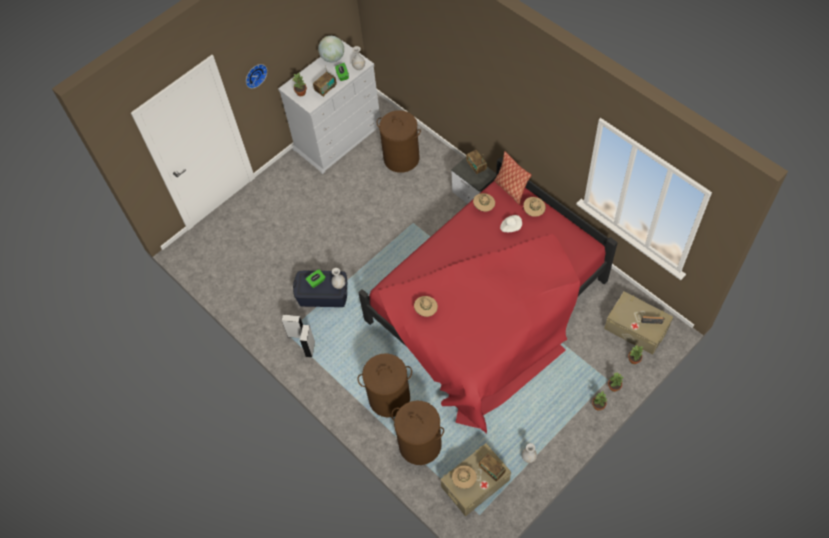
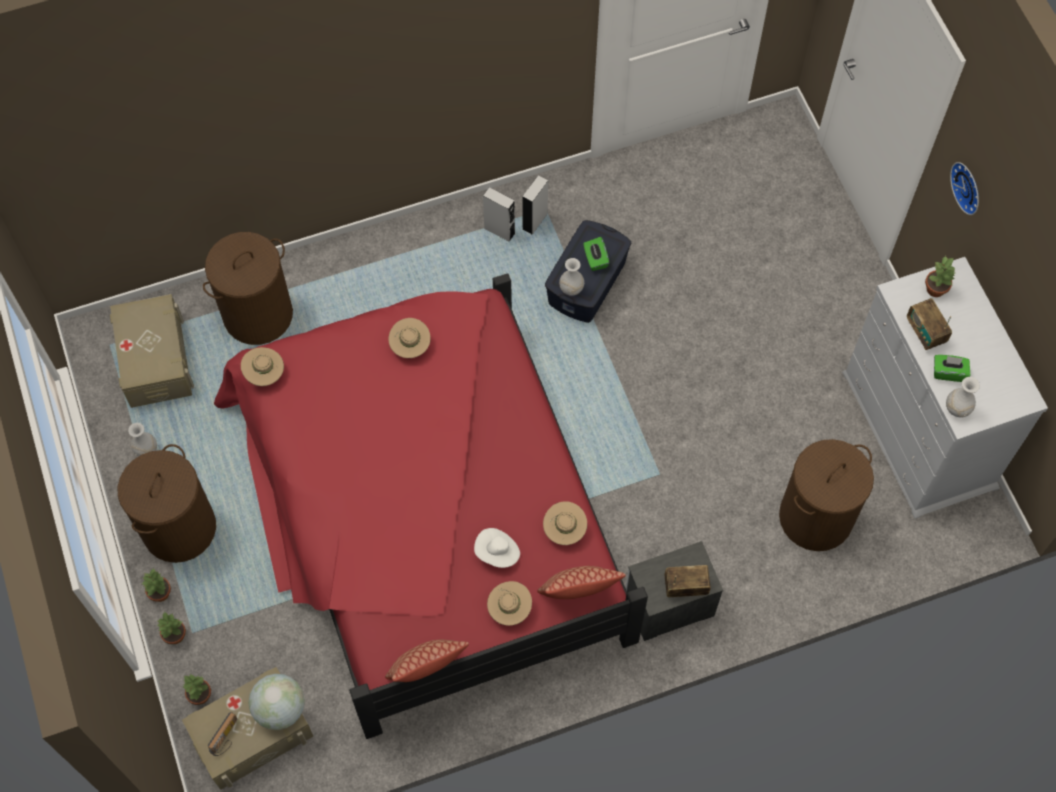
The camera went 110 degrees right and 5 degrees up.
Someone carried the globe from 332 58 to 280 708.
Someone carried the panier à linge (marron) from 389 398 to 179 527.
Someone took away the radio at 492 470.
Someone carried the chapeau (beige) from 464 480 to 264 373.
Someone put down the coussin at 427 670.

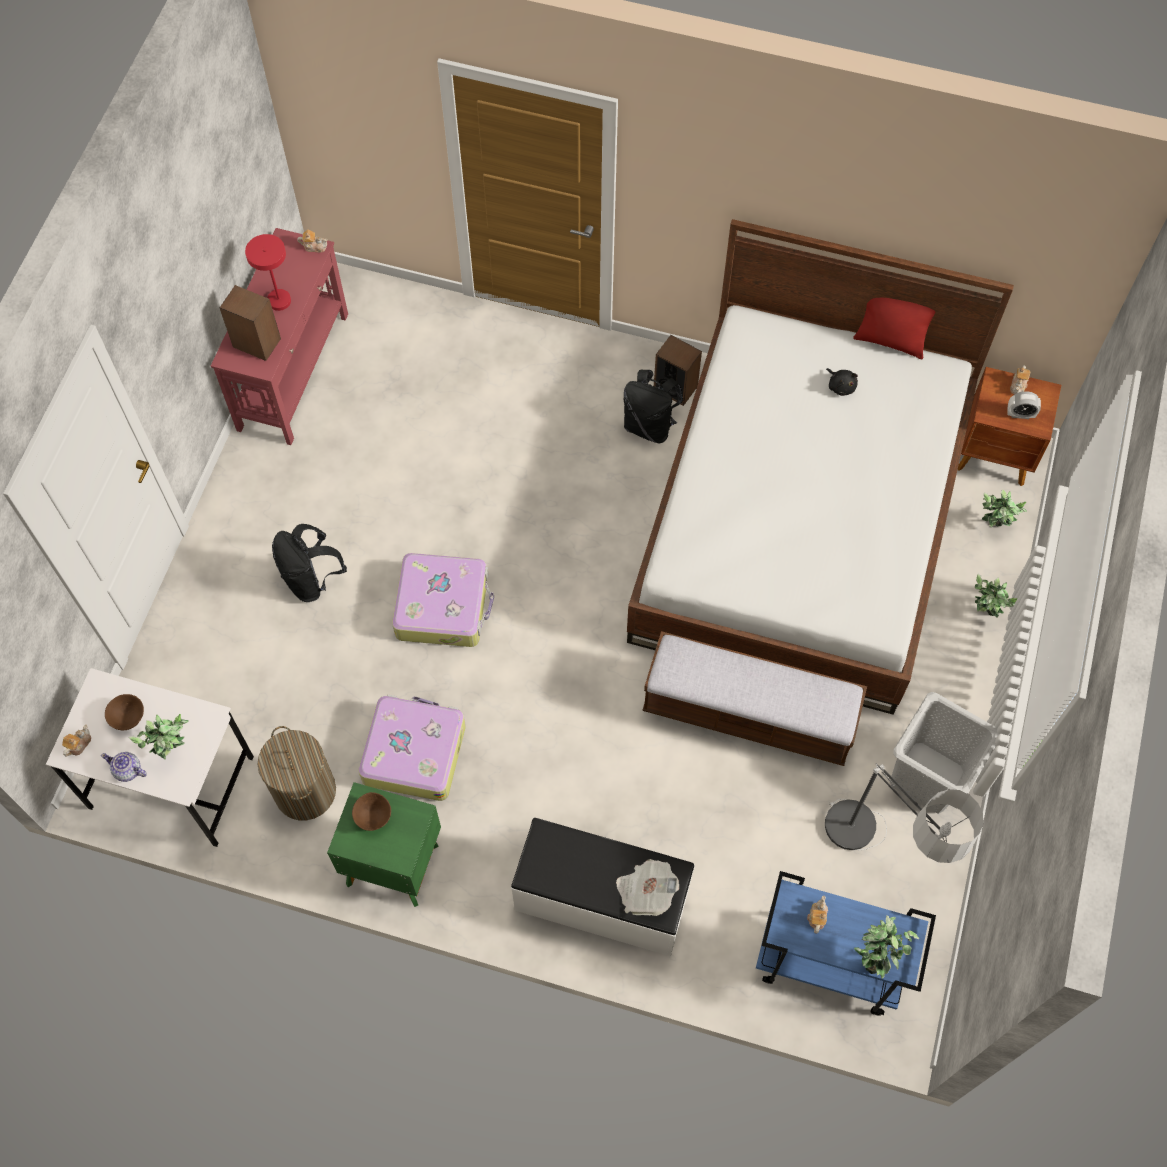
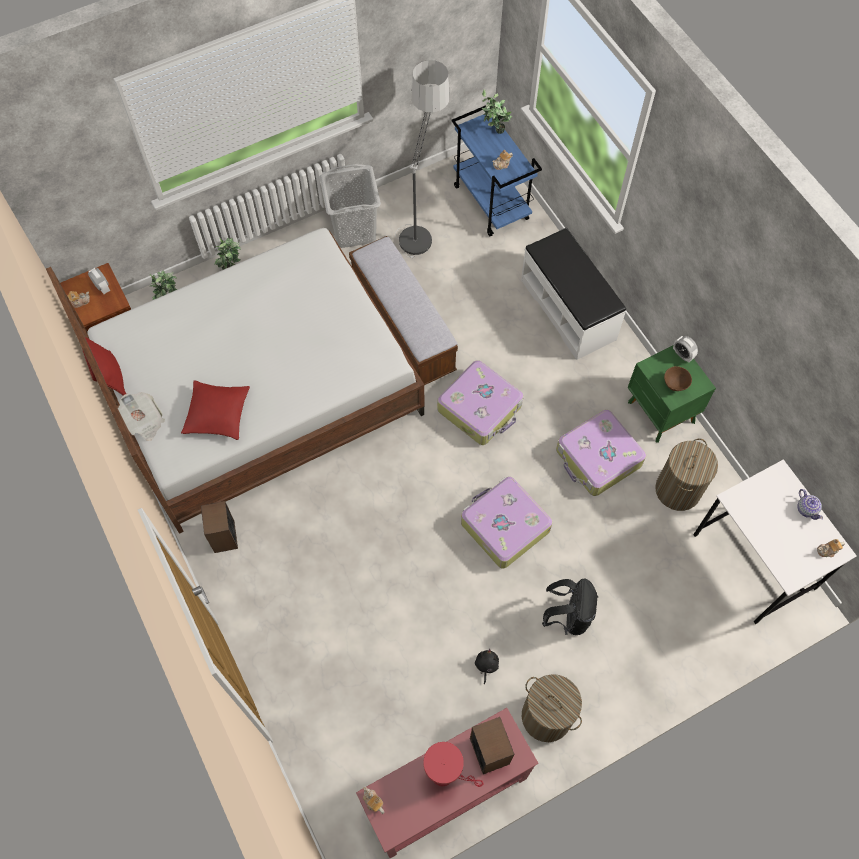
The camera went 135 degrees left and 0 degrees up.
Someone carried the peluche (noir) from 841 386 to 486 665.
Someone took away the sac à dos (noir) at 649 425.
Someone took away the bol (marron) at 129 718.
Someone took away the plante en pot at 173 751.
Someone carried the journal from 645 892 to 143 422.
Someone put down the réveil at 682 355.
Someone put down the valise at 480 408.
Someone put down the coussin (rouge) at 217 414.
Someone put down the panier à linge at 546 716.

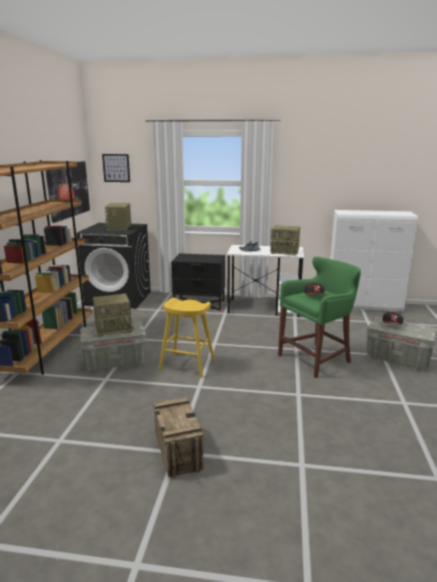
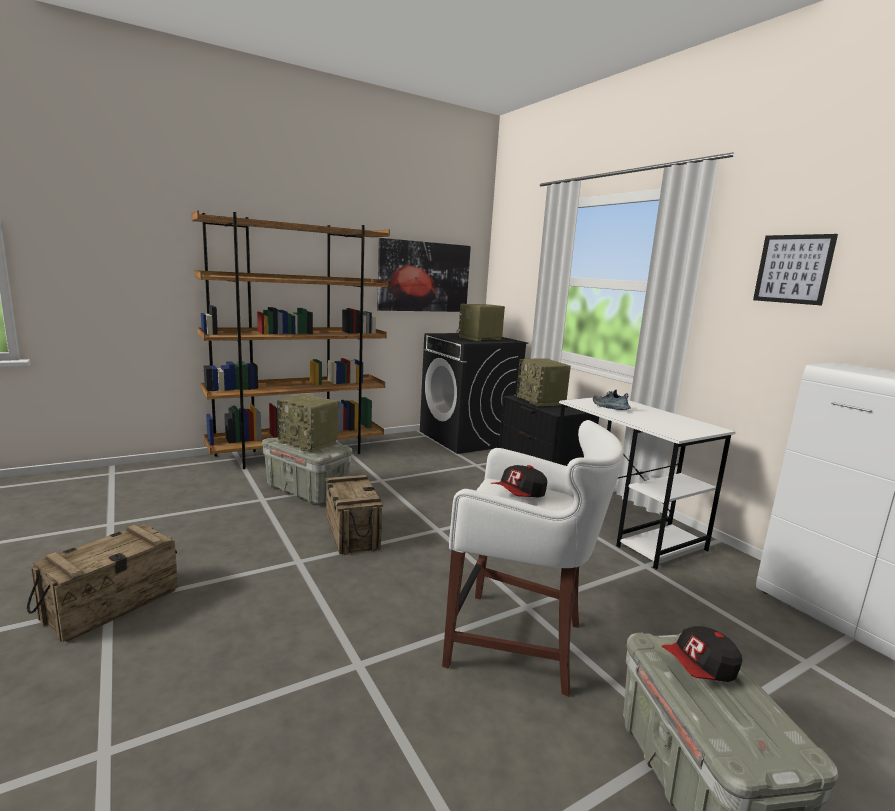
The camera went 50 degrees right and 5 degrees down.
Someone carried the tableau from 116 168 to 793 269.
Someone carried the radio from 285 252 to 541 401.
Someone repainted the tabouret (vert) at 316 359, which became the tabouret (blanc) at 520 643.
Someone swapped the tabouret (jaune) at 187 365 for the caisse at 351 532.

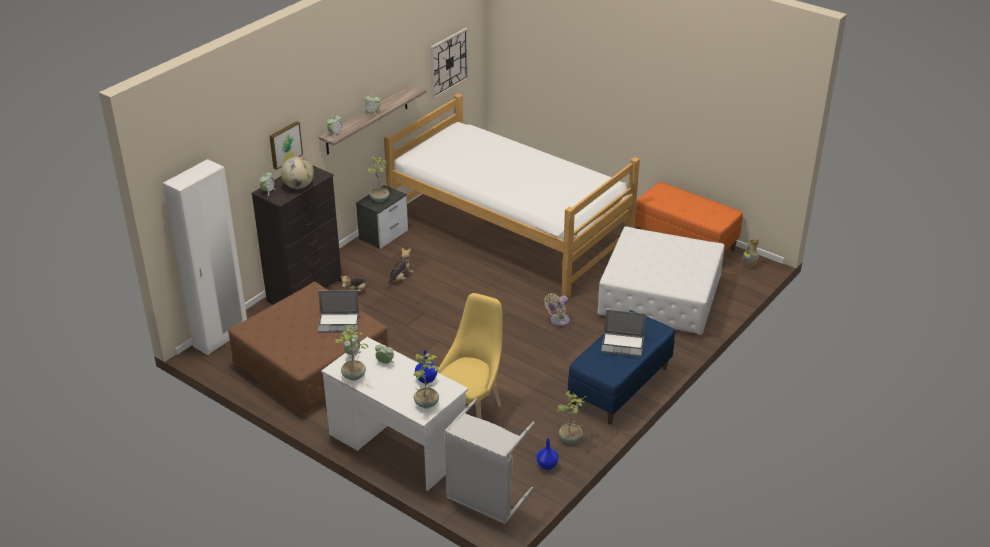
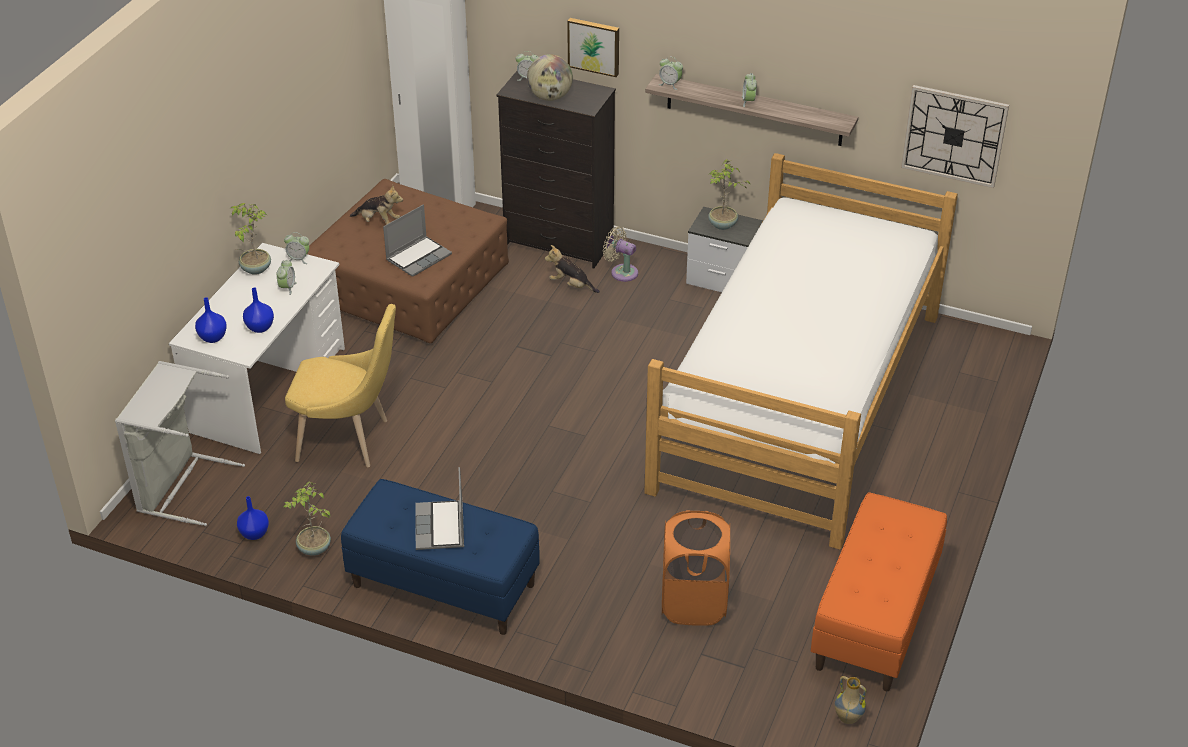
The camera went 75 degrees right and 5 degrees up.
Someone swapped the pouf (blanc) at 659 297 for the panier à linge (orange) at 693 603.
Someone carried the peluche from 400 278 to 378 222.
Someone rotated the ordinateur portable at 339 323 by 120 degrees counterclockwise.
Someone carried the ventilateur (beige) from 558 321 to 621 272.
Someone swapped the plante en pot at 427 403 for the vase (bleu) at 212 337.

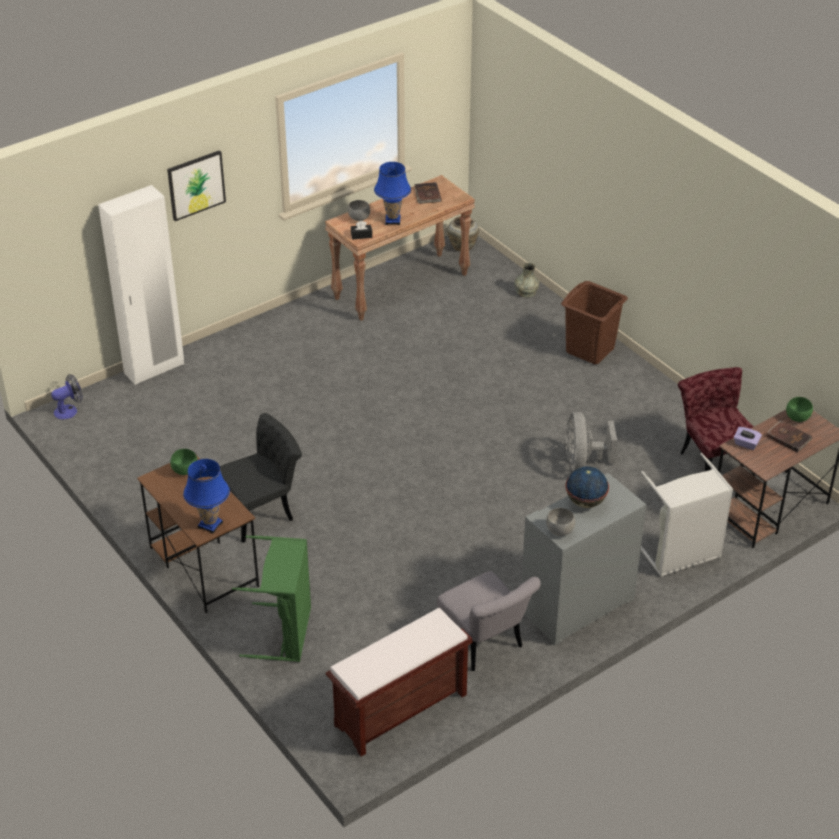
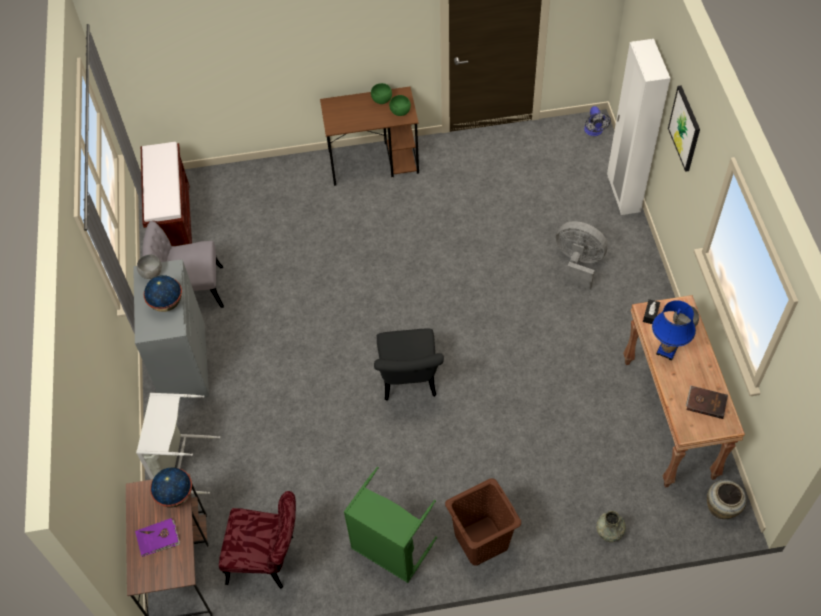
The camera went 120 degrees right and 15 degrees up.
Someone carried the bol (vert) from 798 418 to 381 100.
Someone carried the ventilateur (gris) from 583 462 to 578 264.
Someone carried the chaise (noir) from 262 511 to 409 383.
Someone repainted the livre (marron) at 789 437, which became the livre (violet) at 158 538.
Someone swapped the boîte à mouchoirs (violet) at 746 444 for the globe at 175 496.
Someone took away the lampe de table (bleu) at 210 525.
Someone carried the panier à linge (vert) from 285 633 to 389 550.

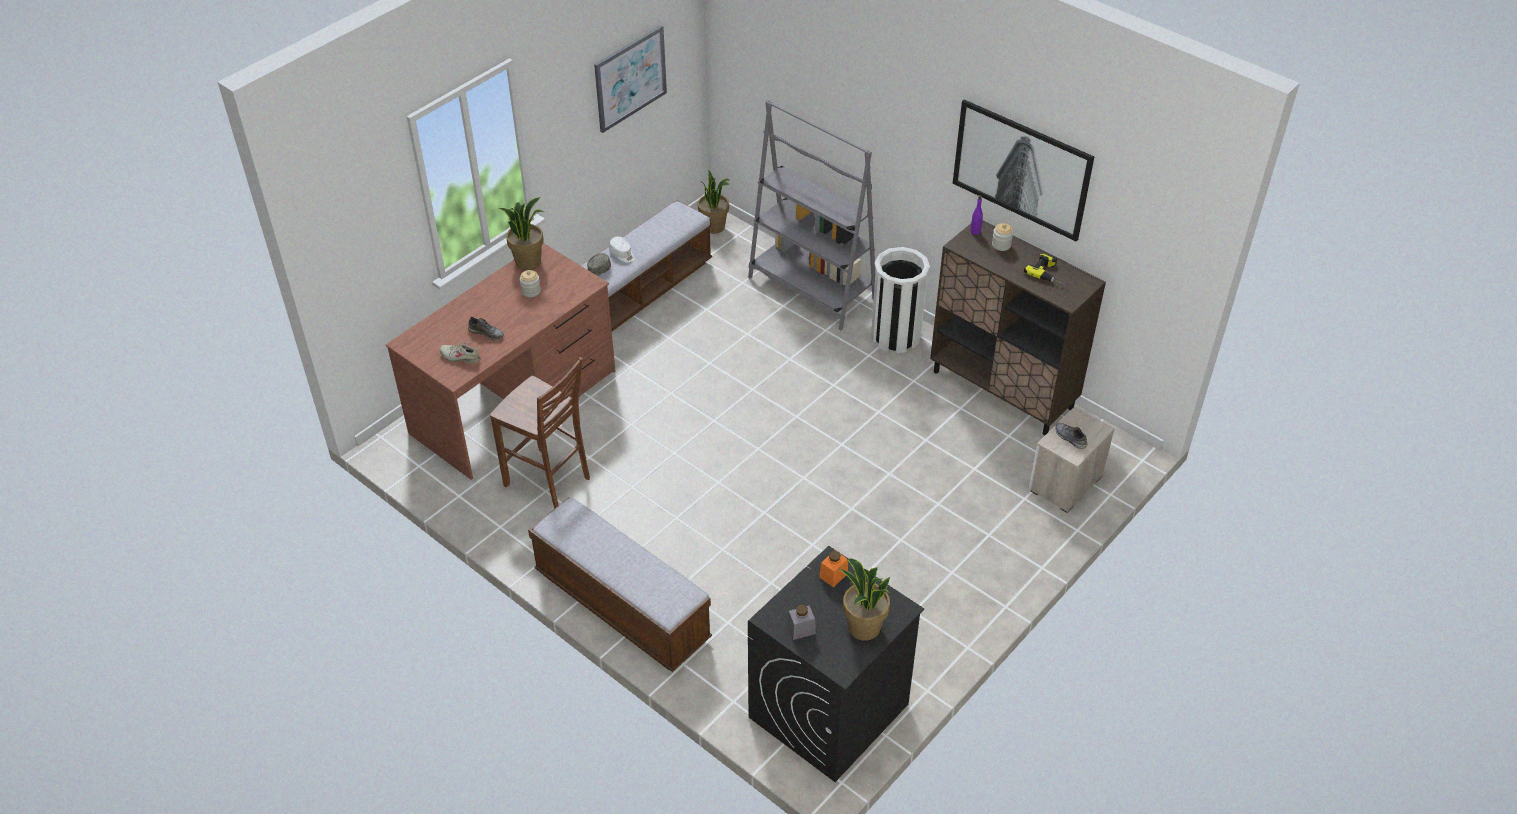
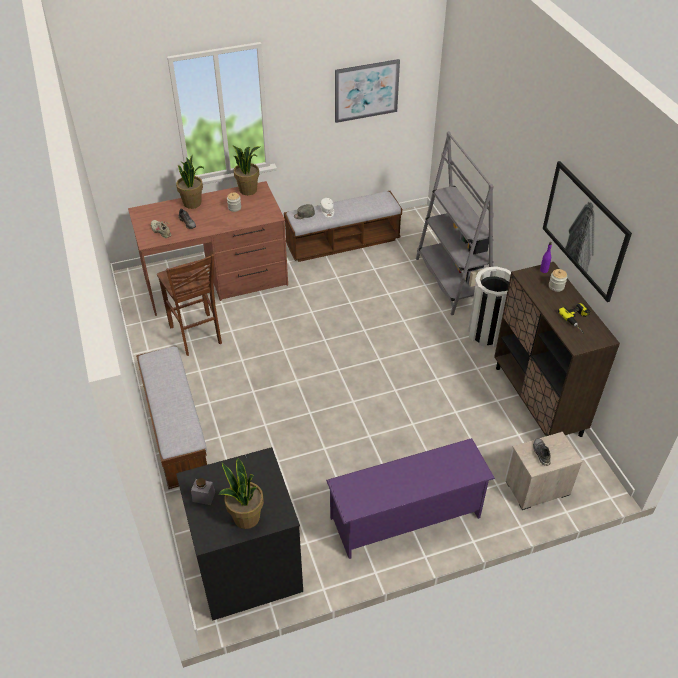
The camera went 30 degrees right and 0 degrees up.
Someone carried the plante en pot from 714 227 to 192 203.
Someone took away the bocal (orange) at 833 575.
Someone put down the étagère à chaussures (violet) at 406 518.

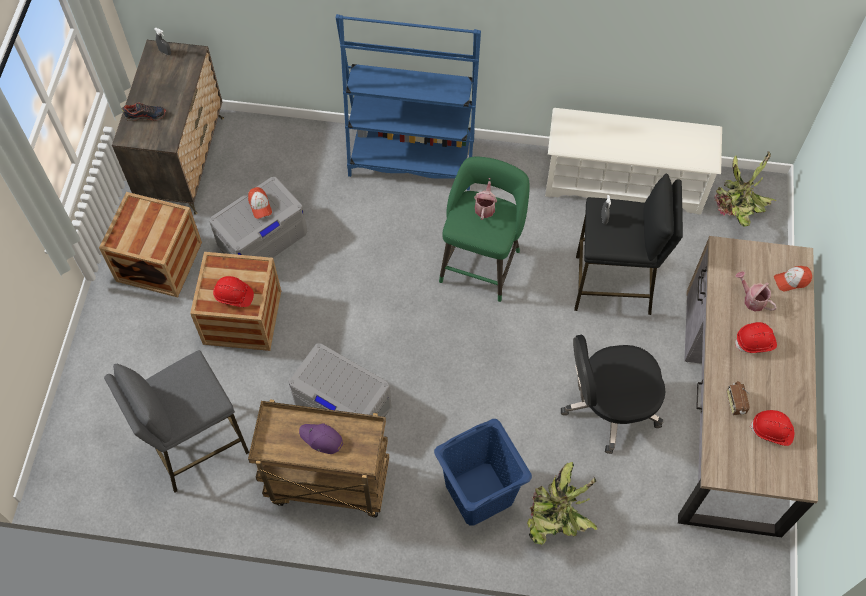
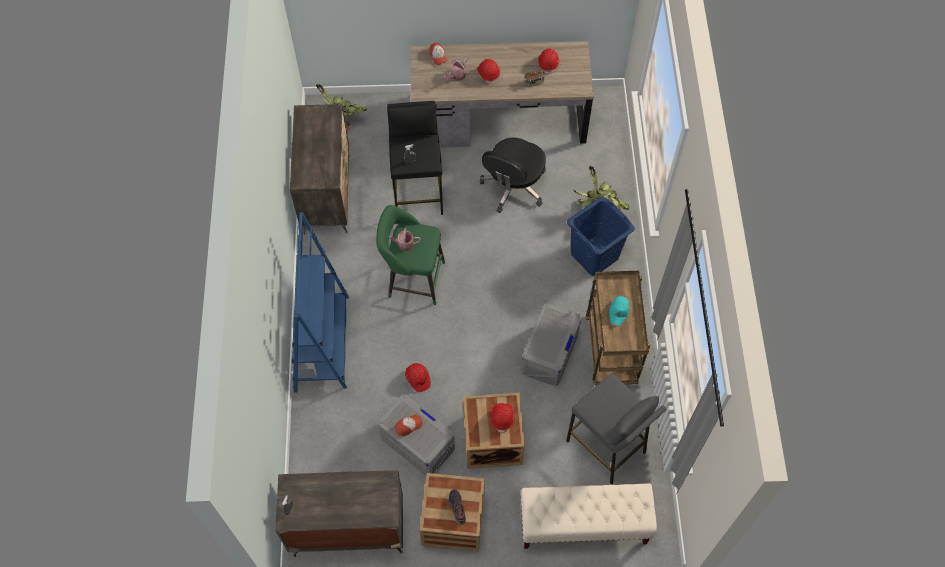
The camera went 100 degrees left and 0 degrees up.
Someone carried the chaussure from 145 115 to 457 508.
Someone swapped the étagère à chaussures (blanc) at 624 183 for the commode at 327 193.
Someone rotated the chaise de bureau (noir) at 609 406 by 45 degrees clockwise.
Someone repainted the casquette (violet) at 321 439, which became the casquette (turquoise) at 619 311.
Someone put down the casque de chantier (rouge) at 418 379.
Someone put down the banc (beige) at 583 524.

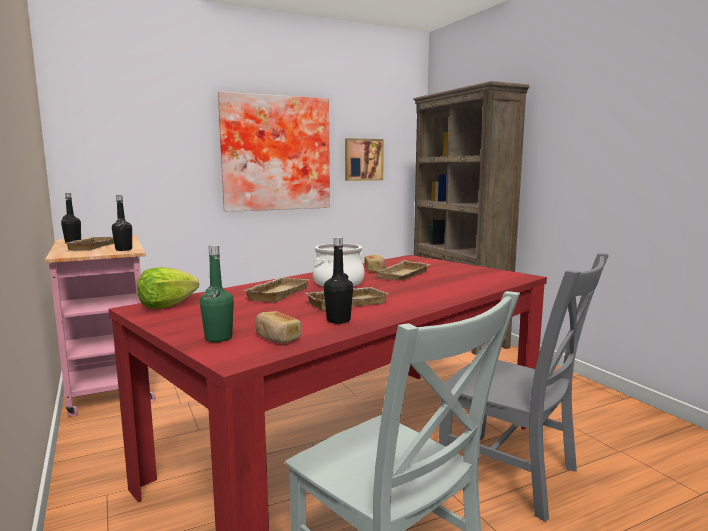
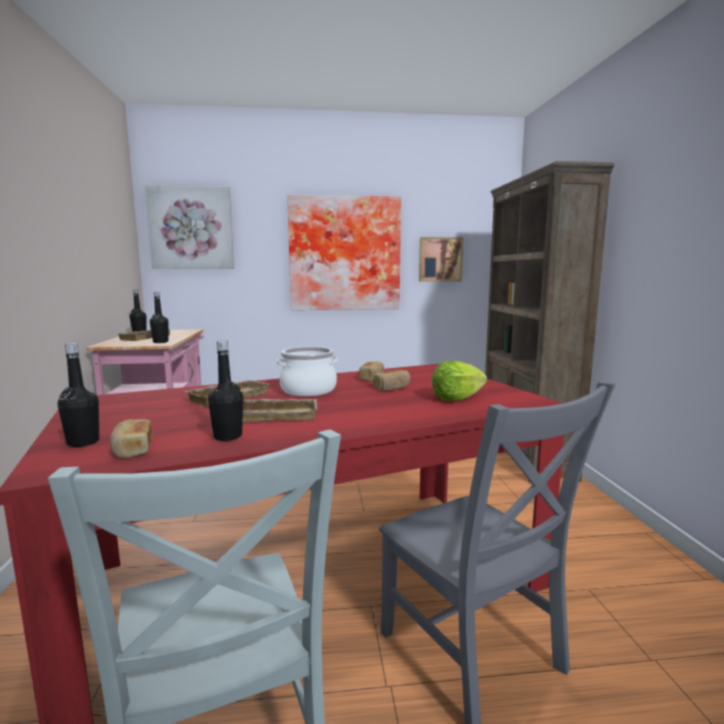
The camera went 20 degrees right and 0 degrees up.
Someone repainted the bouteille (vert) at 218 338, which became the bouteille (noir) at 83 442.
Someone swapped the plateau (beige) at 404 275 for the pain at 392 388.
Someone carried the laitue from 167 305 to 456 398.
Someone put up the tableau at 191 228.

